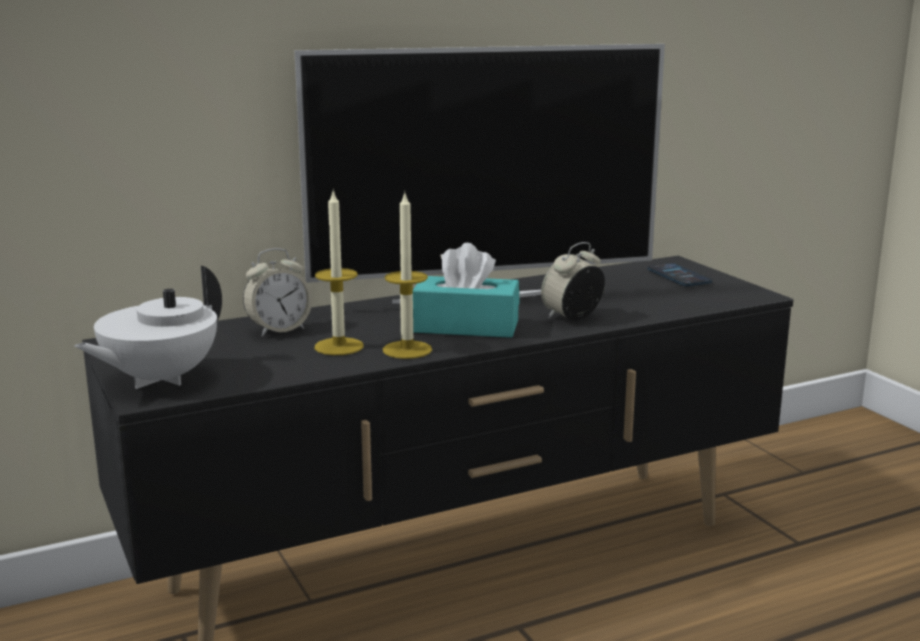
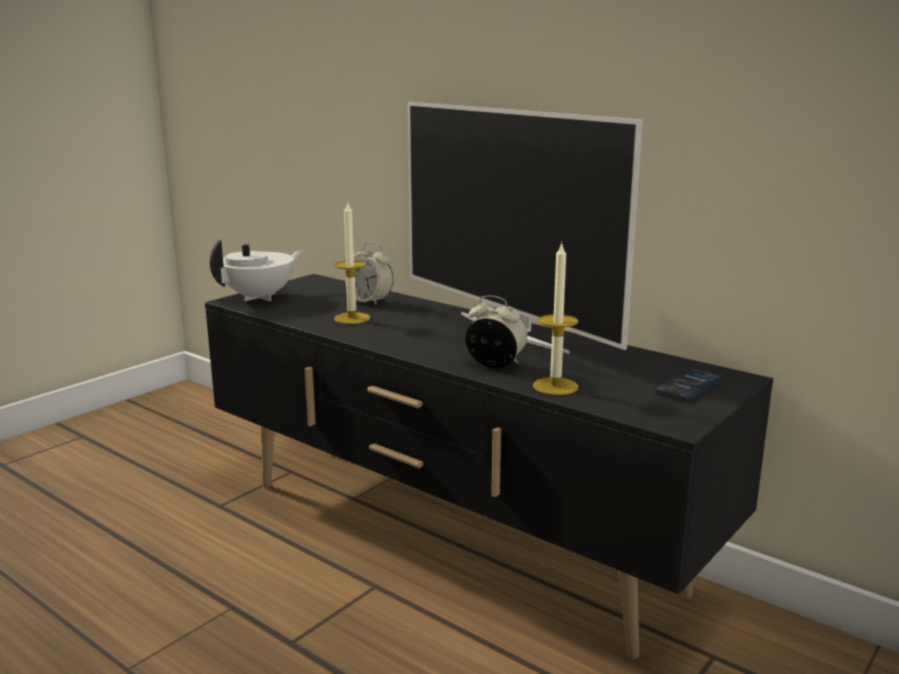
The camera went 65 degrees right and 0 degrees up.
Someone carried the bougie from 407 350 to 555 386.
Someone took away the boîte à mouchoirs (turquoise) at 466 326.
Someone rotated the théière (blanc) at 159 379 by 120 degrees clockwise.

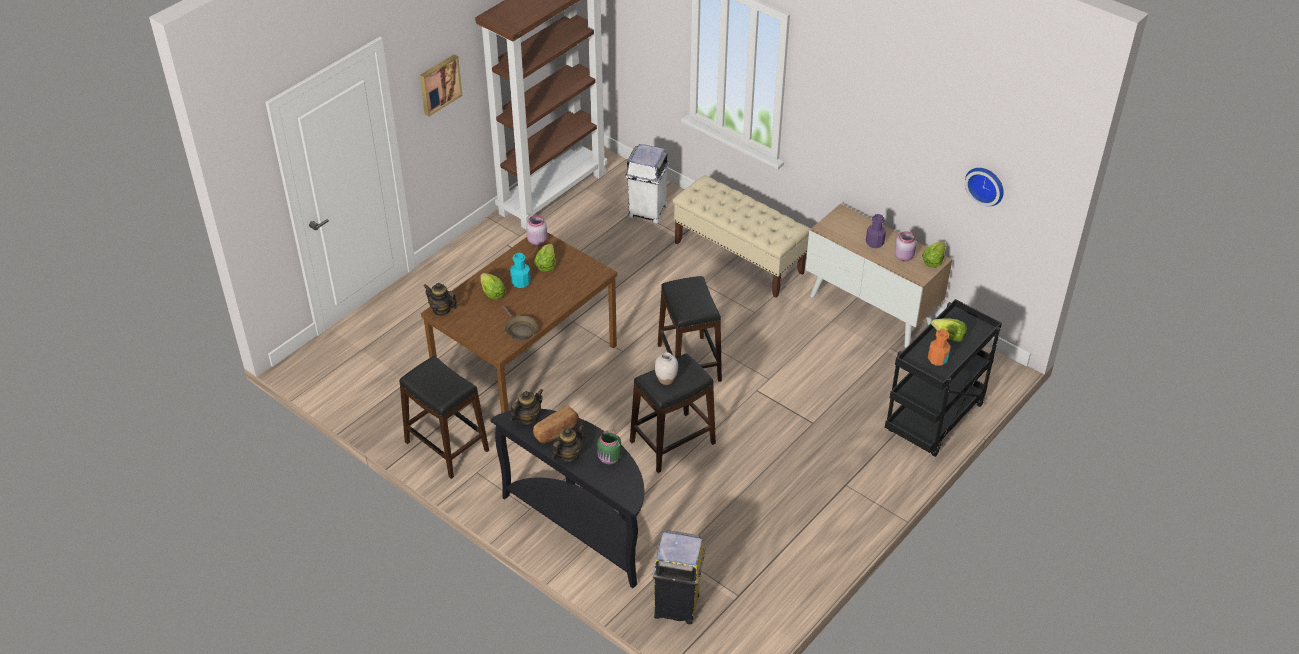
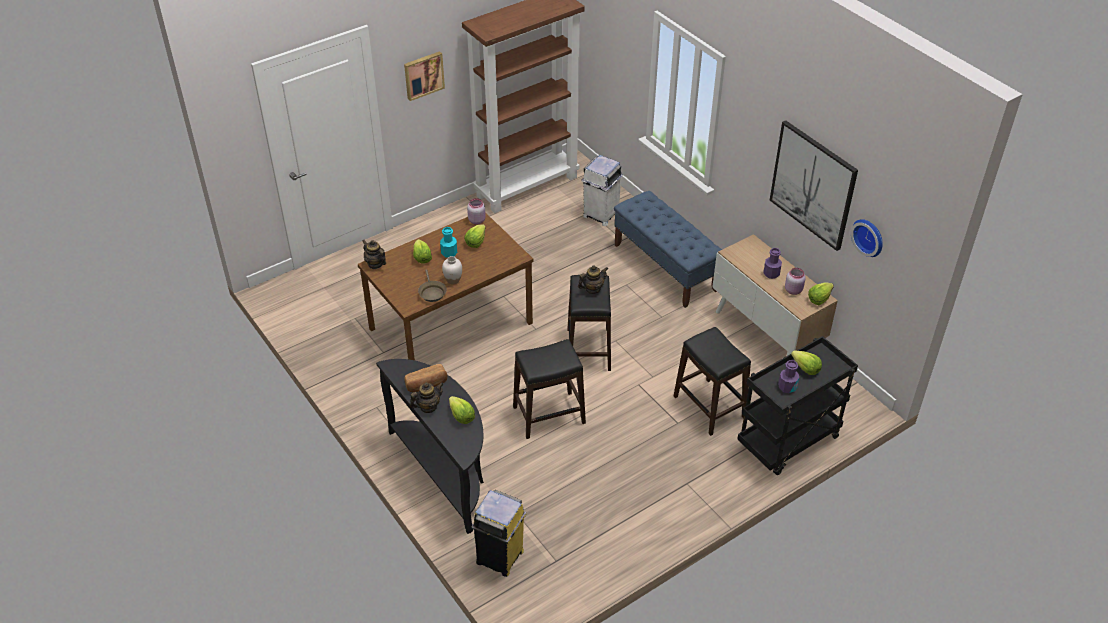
The camera went 15 degrees right and 0 degrees up.
Someone repainted the banc (beige) at 739 258, which became the banc (bleu) at 665 267.
Someone repainted the bouteille (orange) at 937 359, which became the bouteille (violet) at 787 387.
Someone carried the vase (blanc) from 666 380 to 453 280.
Someone carried the tabouret (noir) from 447 446 to 709 406.
Someone carried the théière from 527 418 to 592 289.
Someone swapped the bocal (vert) at 609 458 for the laitue at 461 416.
Someone put up the tableau at 813 185.

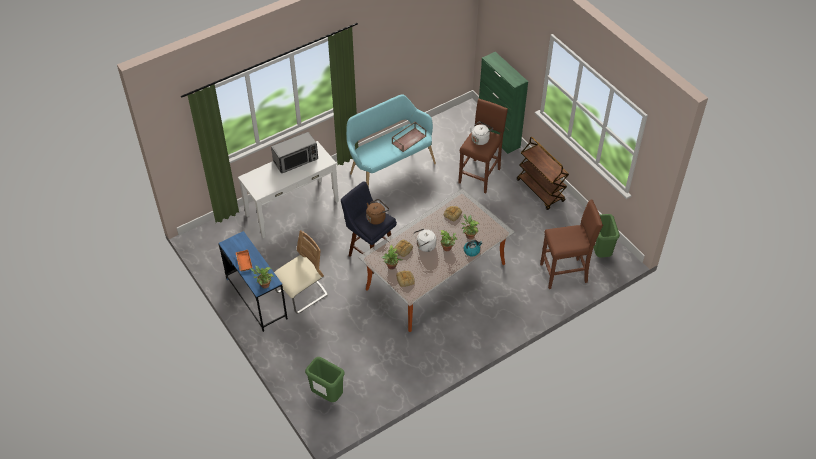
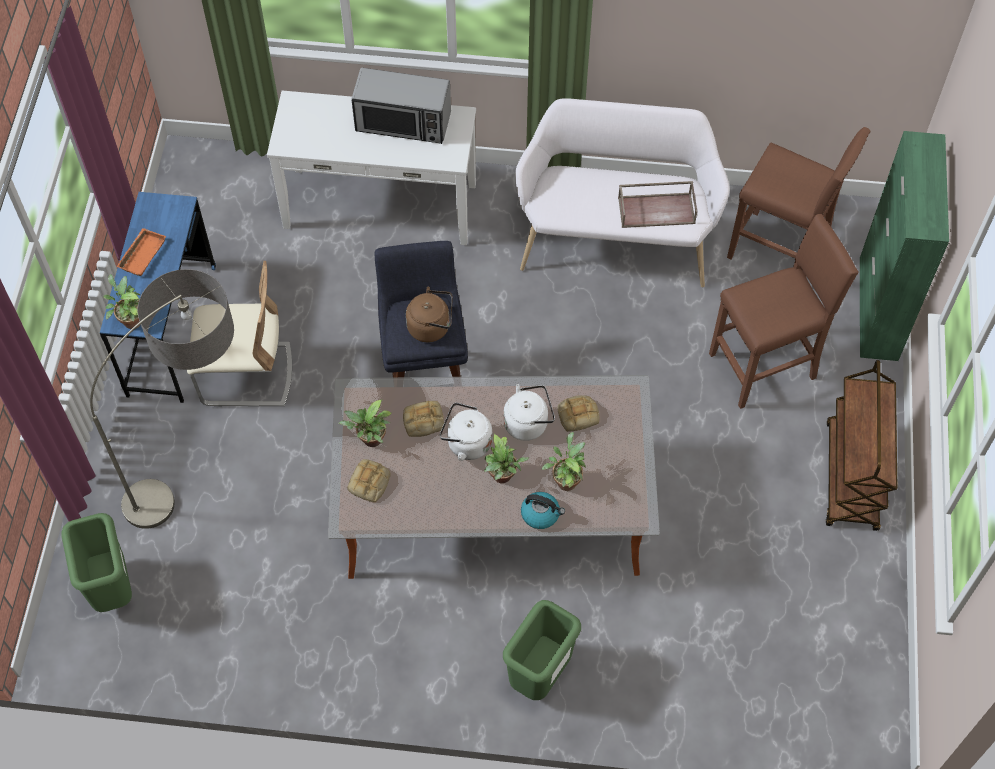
The camera went 40 degrees right and 10 degrees up.
Someone repainted the banc (turquoise) at 389 167, which became the banc (blanc) at 615 239.
Someone carried the bouilloire (blanc) from 480 139 to 528 423.
Someone carried the tabouret (marron) from 565 273 to 780 252.
Someone carried the poubelle (vert) from 600 252 to 540 675.
Someone put down the lampadaire at 203 471.

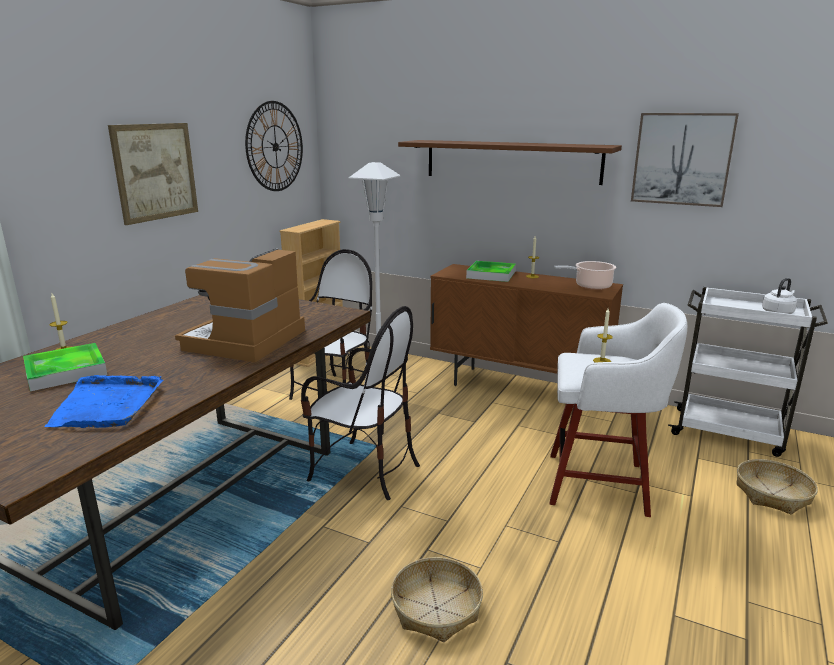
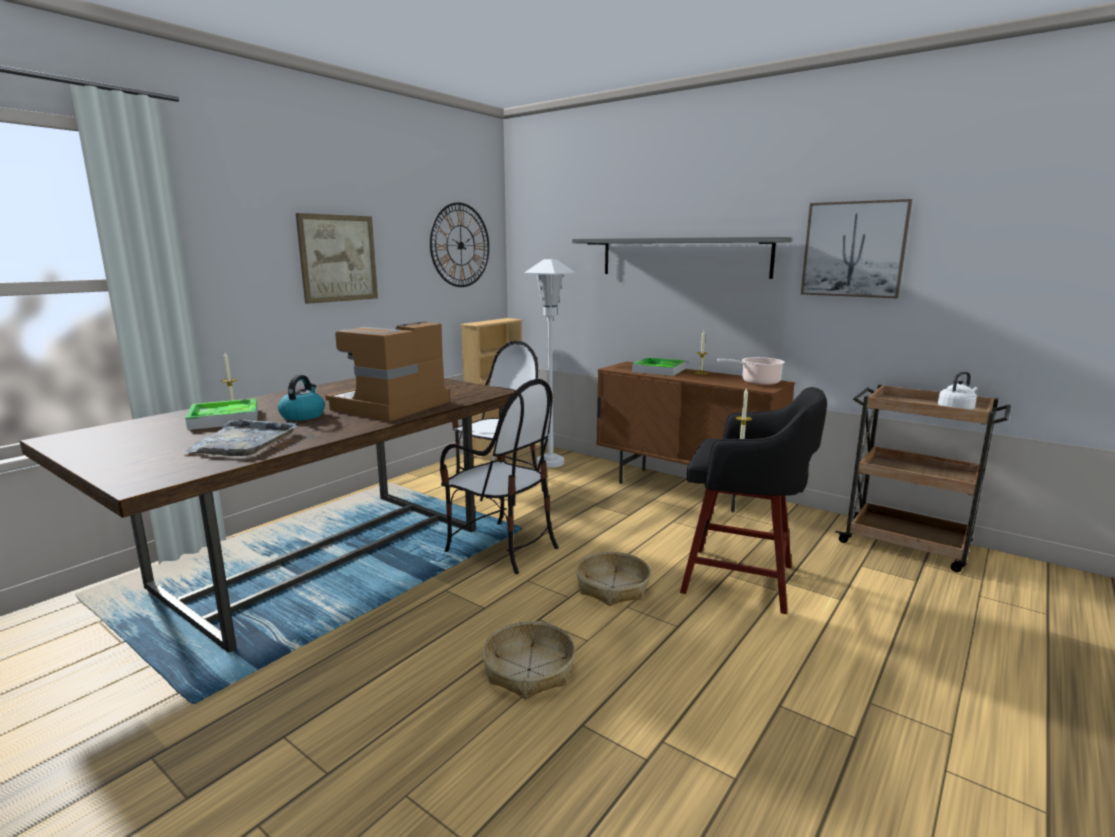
The camera went 10 degrees right and 5 degrees down.
Someone repainted the étagère (marron) at 511 161, which became the étagère (gris) at 683 257.
Someone repainted the chariot (blanc) at 729 432, which became the chariot (marron) at 907 545.
Someone repainted the tabouret (blanc) at 601 484, which became the tabouret (noir) at 742 580.
Someone repainted the plateau (bleu) at 107 405, which became the plateau (gris) at 243 442.
Someone carried the panier from 772 494 to 613 587.
Someone put down the bouilloire at 303 415.

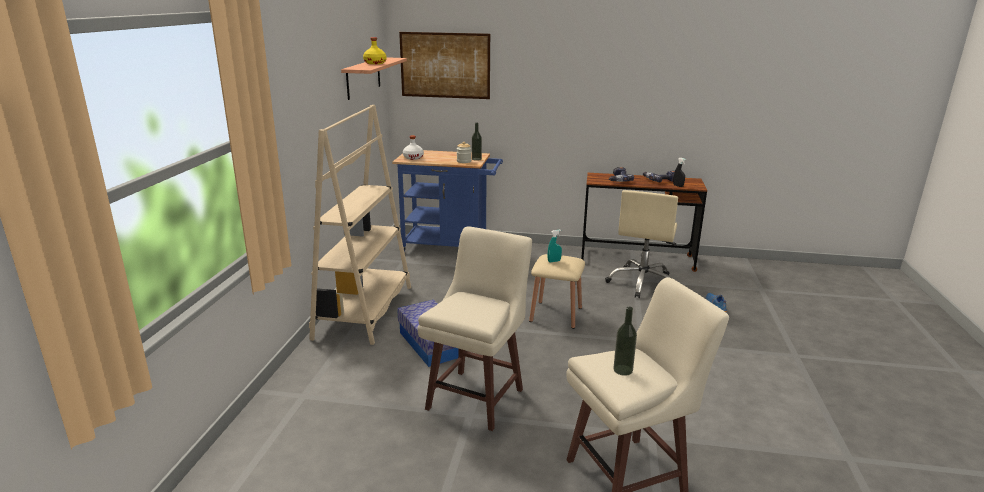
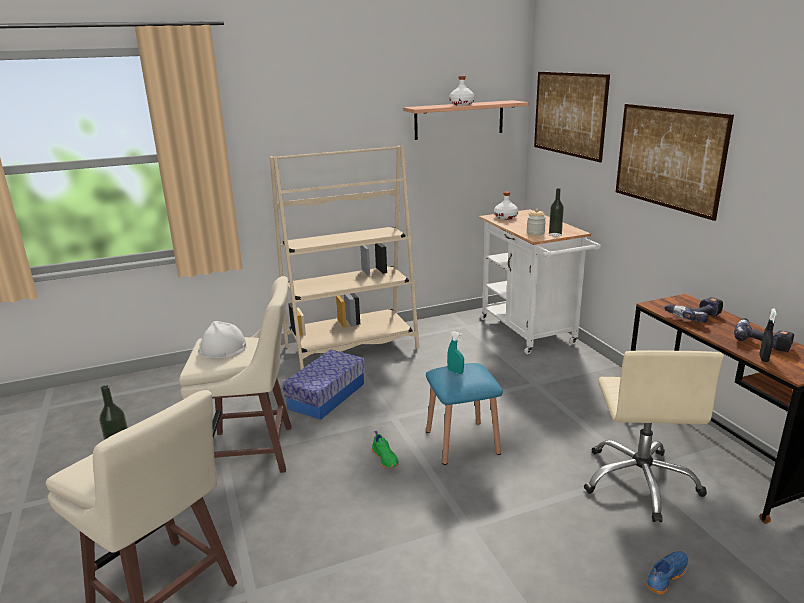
The camera went 60 degrees right and 0 degrees up.
Someone repainted the bouteille (jaune) at 375 63, which became the bouteille (blanc) at 461 104.
Someone repainted the chariot (bleu) at 450 247, which became the chariot (blanc) at 530 333.
Someone rotated the chaise de bureau (beige) at 642 283 by 75 degrees counterclockwise.
Someone repainted the tabouret (beige) at 556 314, which became the tabouret (bleu) at 462 442.
Someone put up the tableau at 668 158.
Someone put down the casque de chantier (blanc) at 222 348.
Someone put down the chaussure (vert) at 386 458.

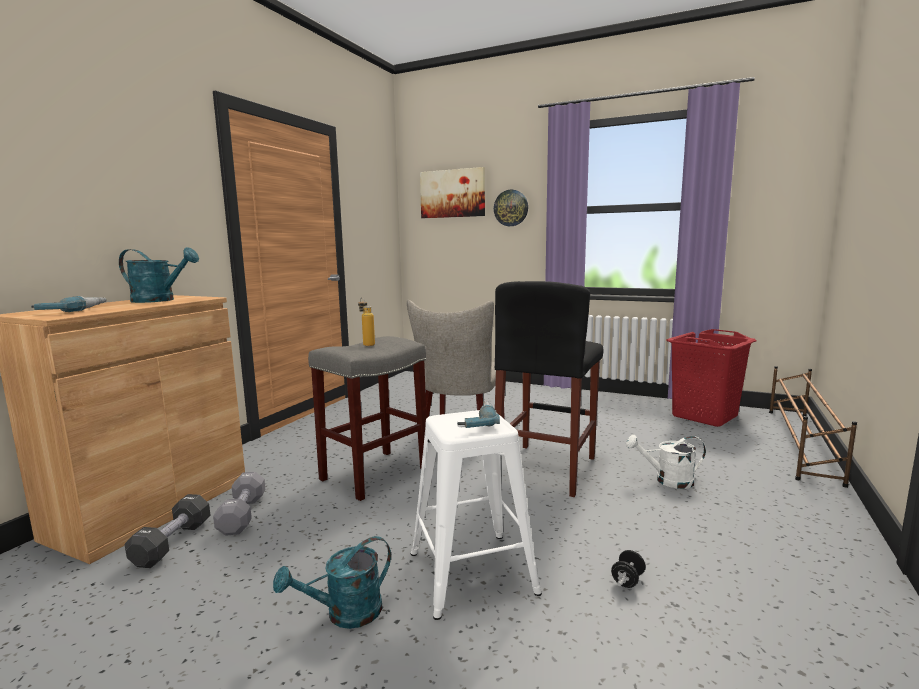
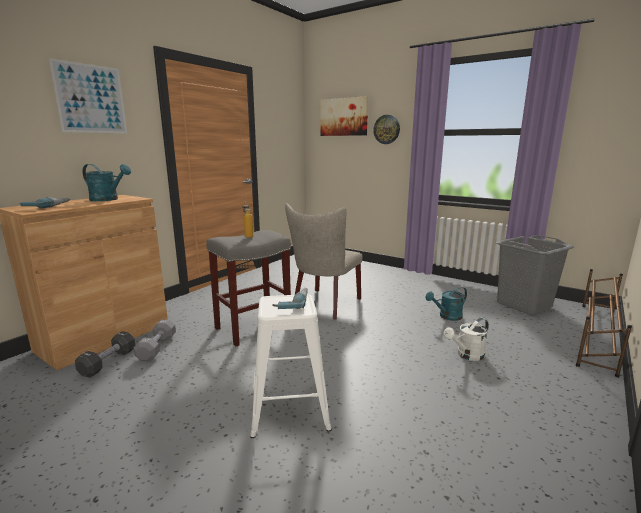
The camera went 10 degrees right and 5 degrees up.
Someone took away the tabouret (noir) at 546 468.
Someone repainted the panier à linge (rouge) at 705 416, which became the panier à linge (gris) at 524 305.
Someone rotated the arrosoir (blanc) at 667 480 by 45 degrees counterclockwise.
Someone carried the arrosoir (turquoise) from 345 614 to 447 316.
Someone took away the haltère (noir) at 627 580.
Someone put up the tableau at 91 99.

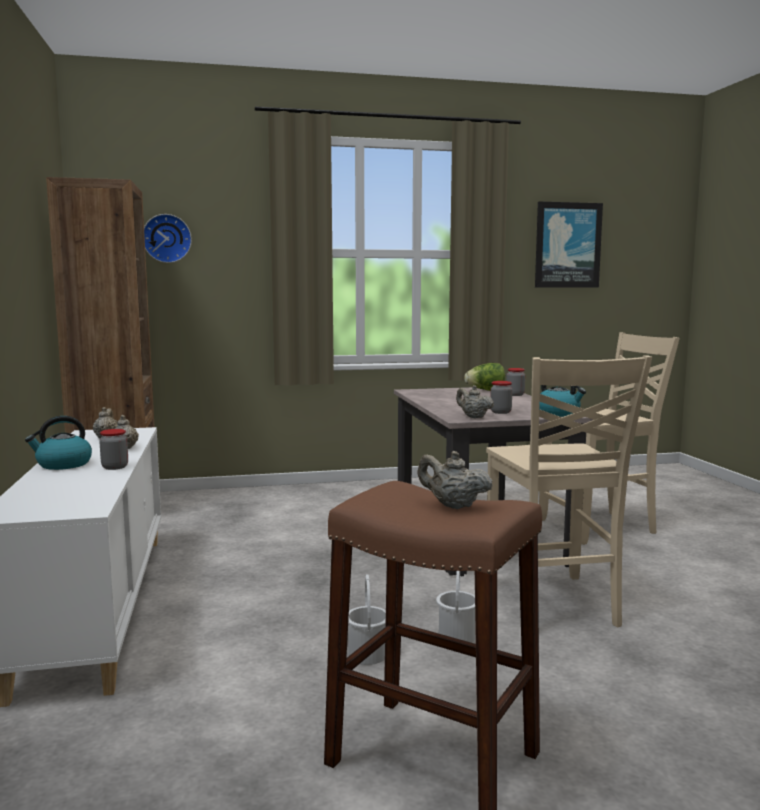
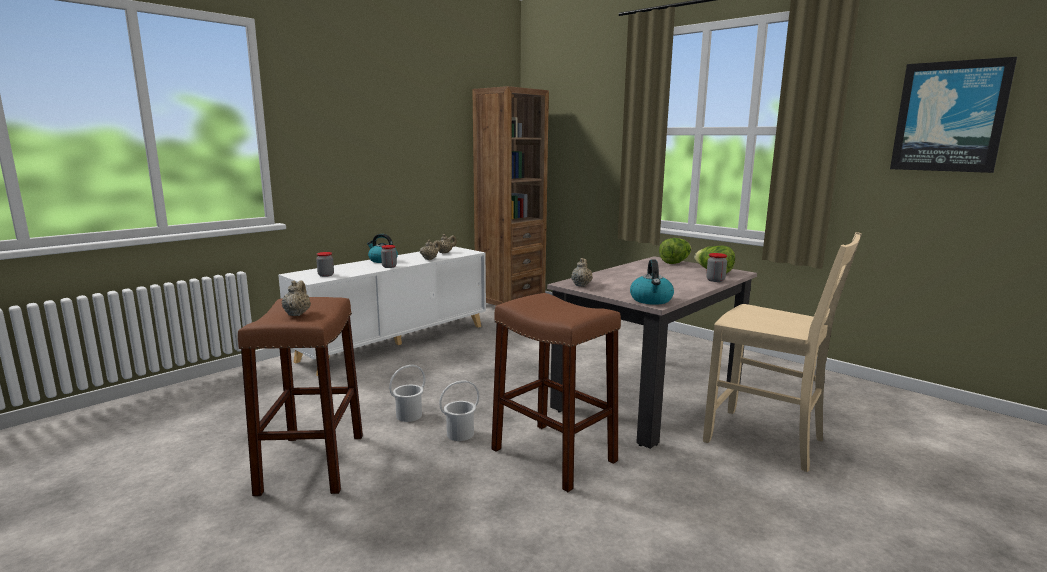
The camera went 55 degrees right and 5 degrees up.
Someone took away the horloge murale at 167 238.
Someone swapped the chaise (beige) at 552 605 for the tabouret (marron) at 553 455.
Someone carried the bocal from 500 412 to 326 275.
Someone put down the laitue at 675 262.

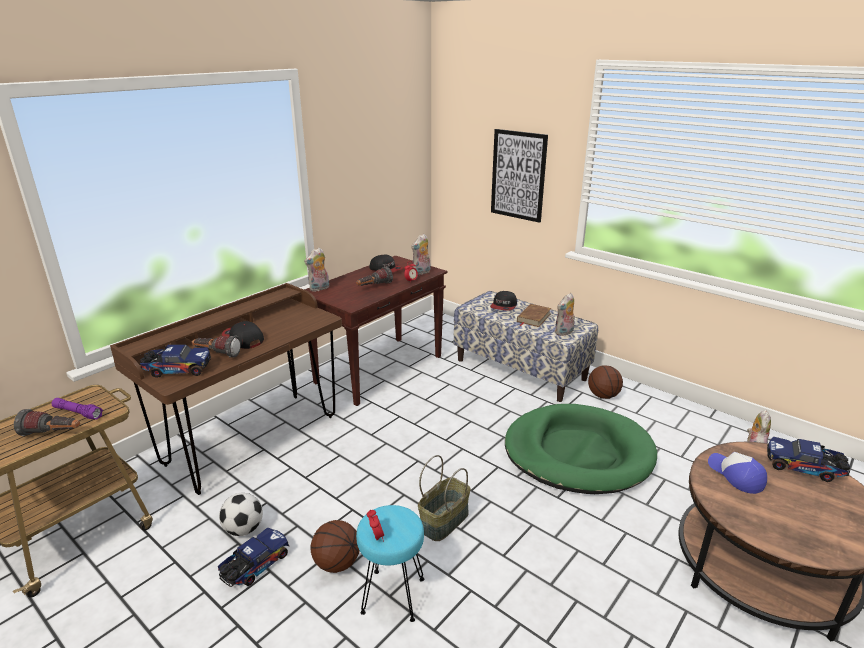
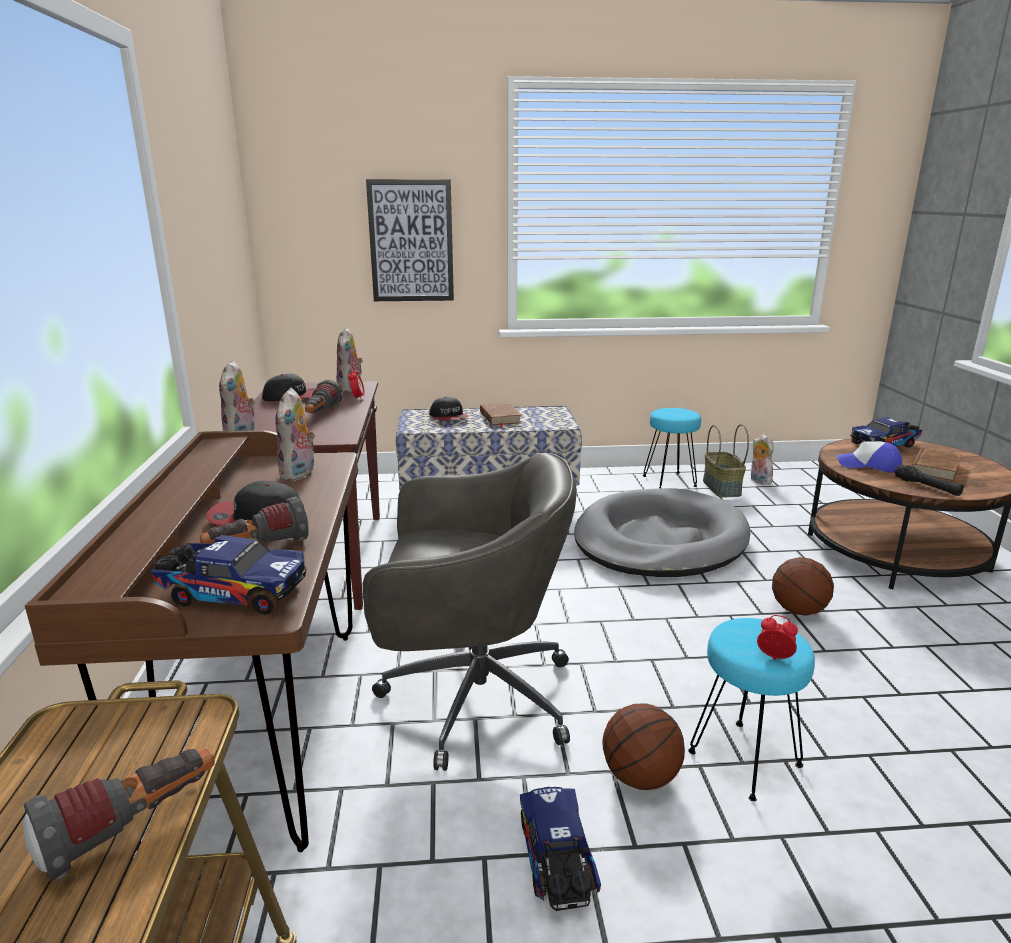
The camera went 45 degrees left and 5 degrees down.
Someone carried the peluche from 564 332 to 299 474.
Someone rotated the camion jouet at 177 370 by 60 degrees clockwise.
Someone carried the ballon de basket from 603 396 to 799 610.
Someone took away the lampe de poche (violet) at 78 413.
Someone repainted the panier pour chien (vert) at 577 453, which became the panier pour chien (gris) at 659 540.
Someone carried the panier from 443 520 to 720 487.
Someone took away the ballon de foot at 244 529.
Someone put down the tabouret (turquoise) at 670 481.
Someone put down the livre (marron) at 934 469.
Someone put down the chaise de bureau (gris) at 472 697.
Someone put down the lampe de poche (noir) at 927 487.

